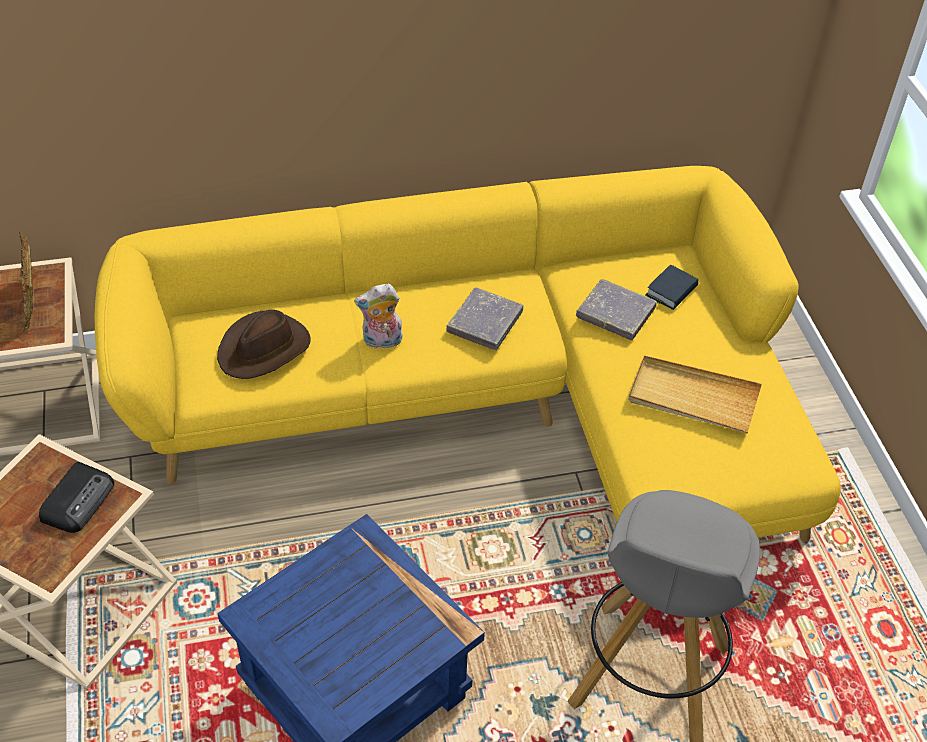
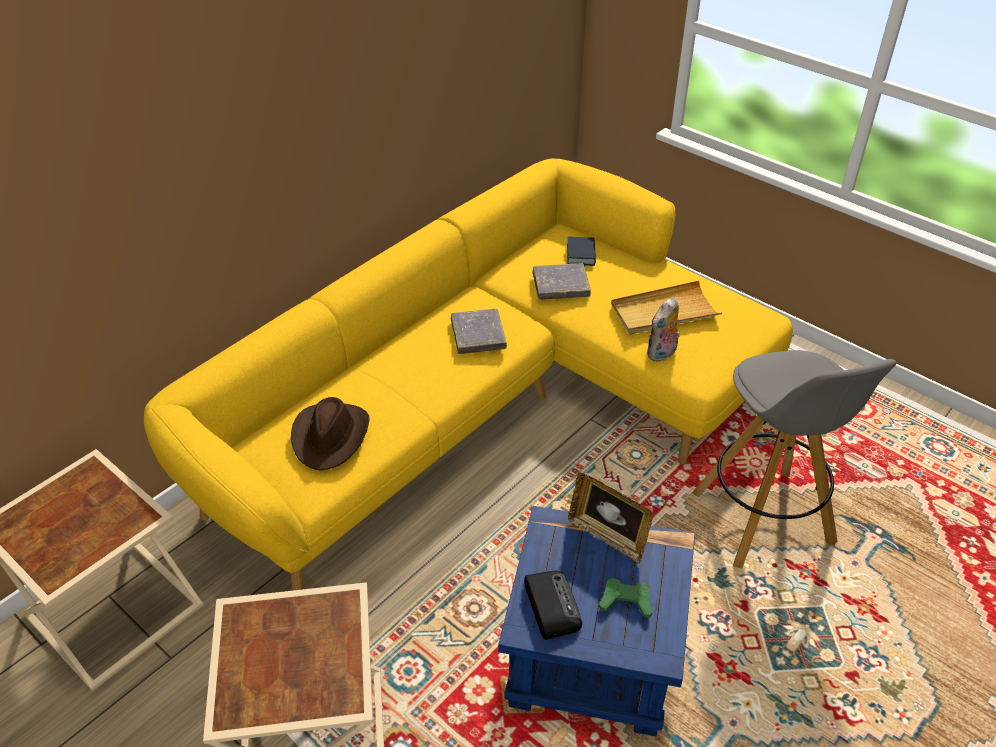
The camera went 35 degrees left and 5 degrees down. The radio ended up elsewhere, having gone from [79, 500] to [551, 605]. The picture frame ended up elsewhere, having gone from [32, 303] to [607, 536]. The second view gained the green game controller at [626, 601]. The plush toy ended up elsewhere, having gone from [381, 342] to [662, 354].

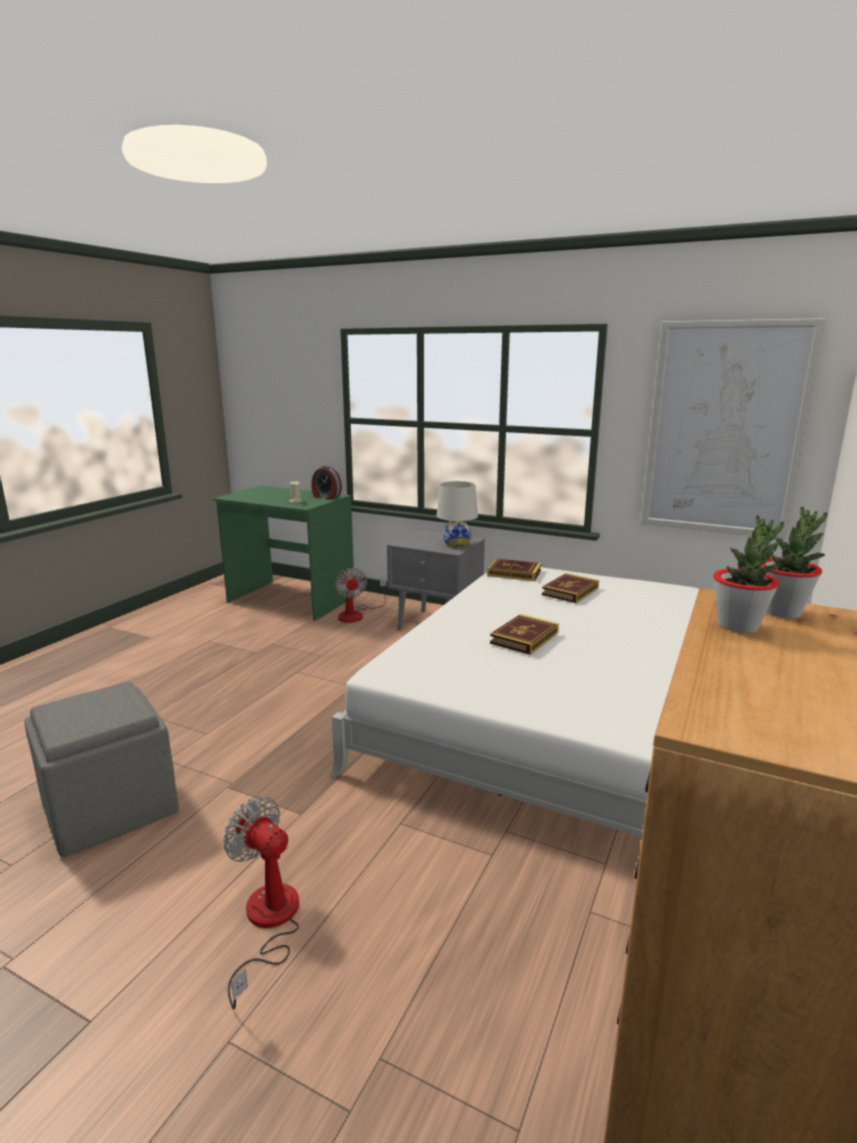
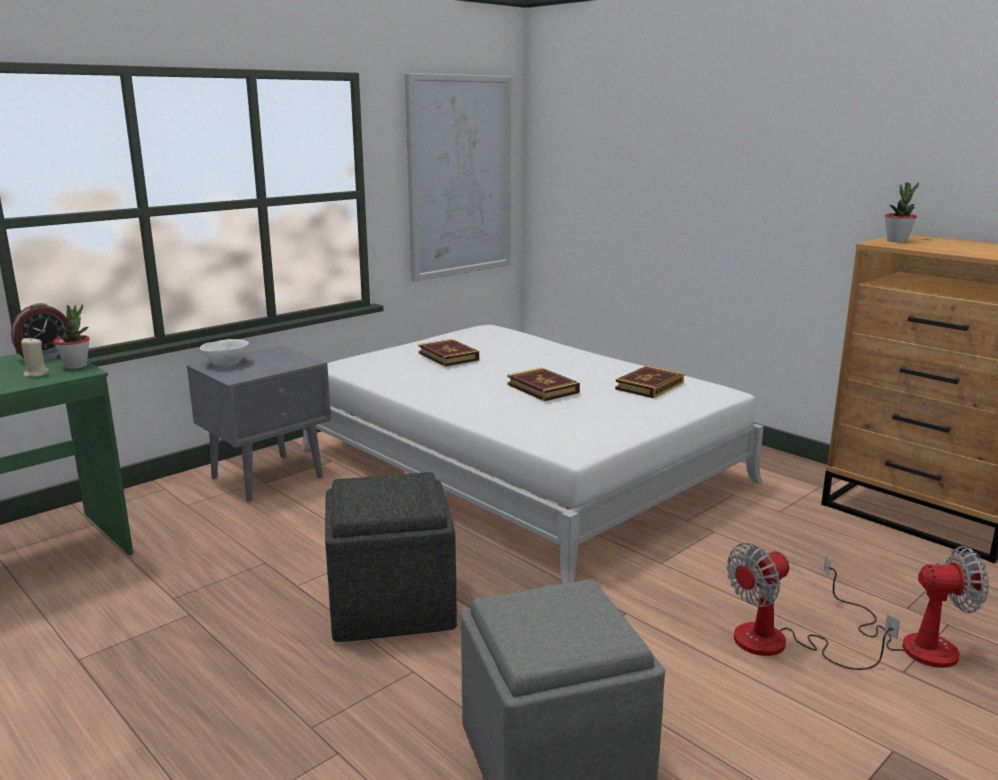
The camera went 70 degrees left and 0 degrees up. The potted plant ended up elsewhere, having gone from [738, 626] to [76, 366]. The second view gained the white bowl at [226, 363]. The second view gained the grey ottoman at [390, 604]. The book ended up elsewhere, having gone from [514, 573] to [649, 386]. The fan ended up elsewhere, having gone from [356, 614] to [910, 642]. The second view lost the white table lamp at [456, 544].

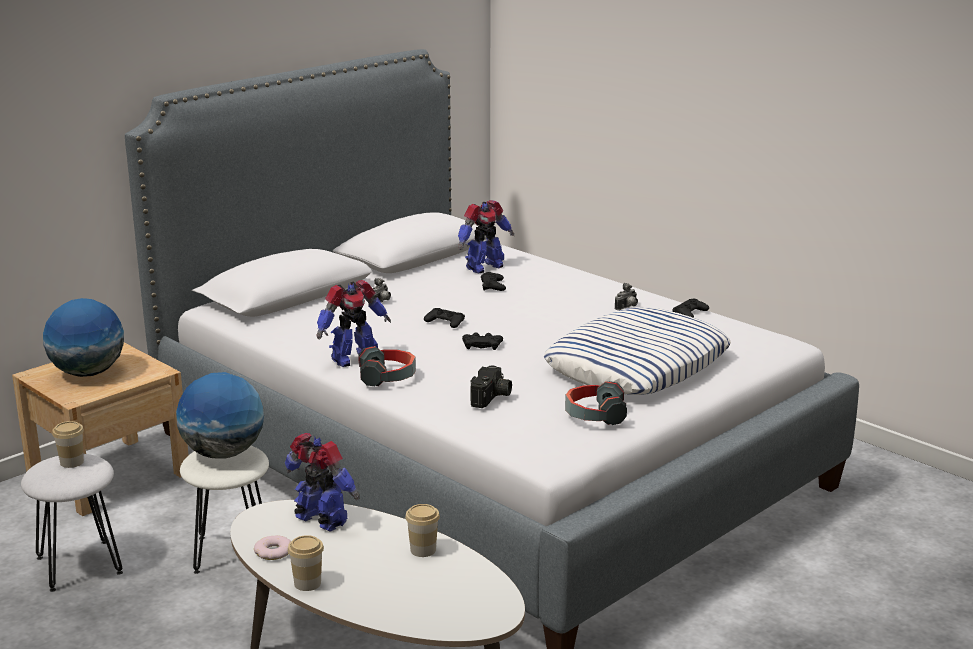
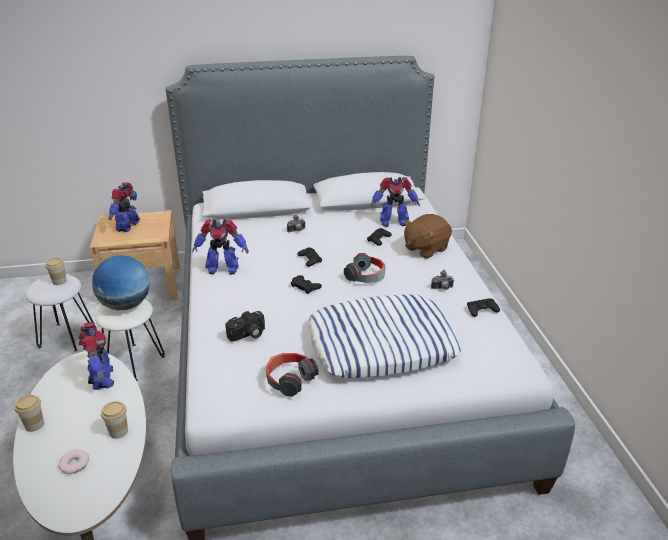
The camera went 35 degrees right and 10 degrees up. The donut ended up elsewhere, having gone from [273, 552] to [74, 464]. Where the globe stood at [88, 373], the toy robot came to stand at [128, 226]. The headphones ended up elsewhere, having gone from [387, 377] to [366, 276]. The second view gained the brown plush toy at [425, 248].

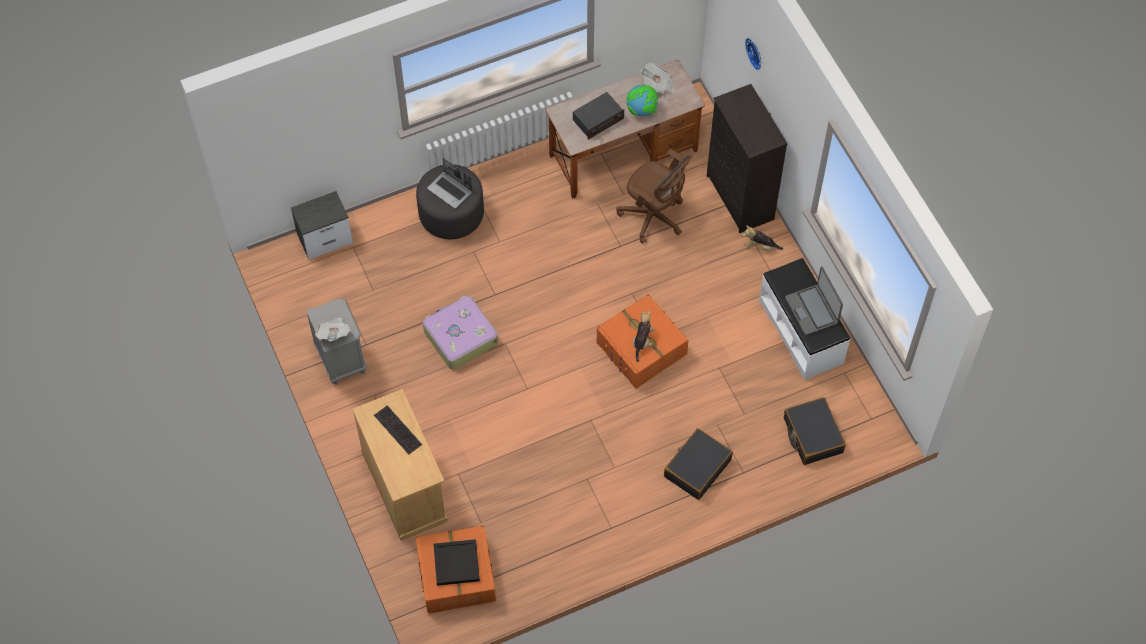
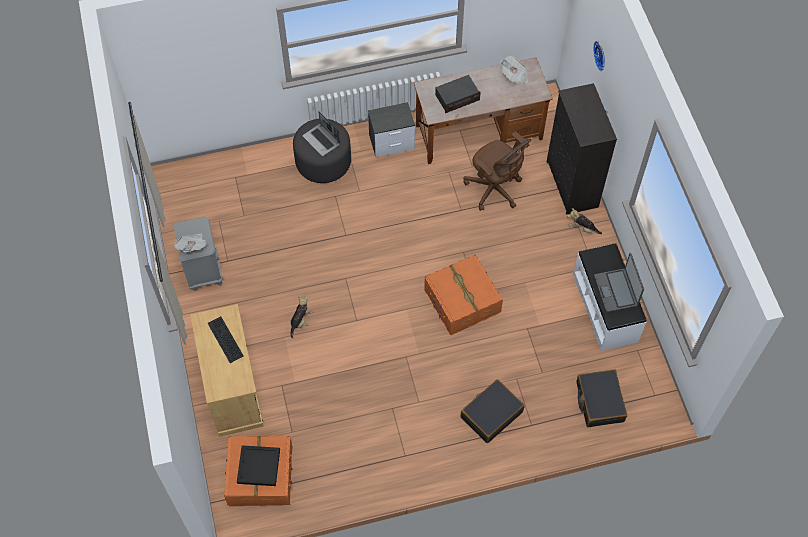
The camera went 10 degrees right and 0 degrees up. The plush toy ended up elsewhere, having gone from [642, 341] to [300, 321]. The nightstand ended up elsewhere, having gone from [326, 238] to [392, 142]. The second view lost the suitcase at [460, 337]. The second view lost the globe at [642, 110].

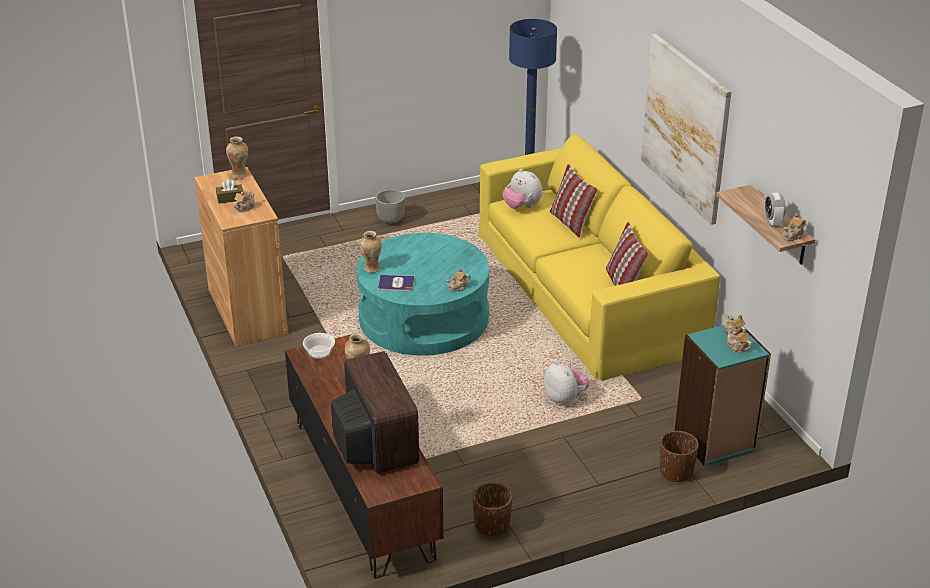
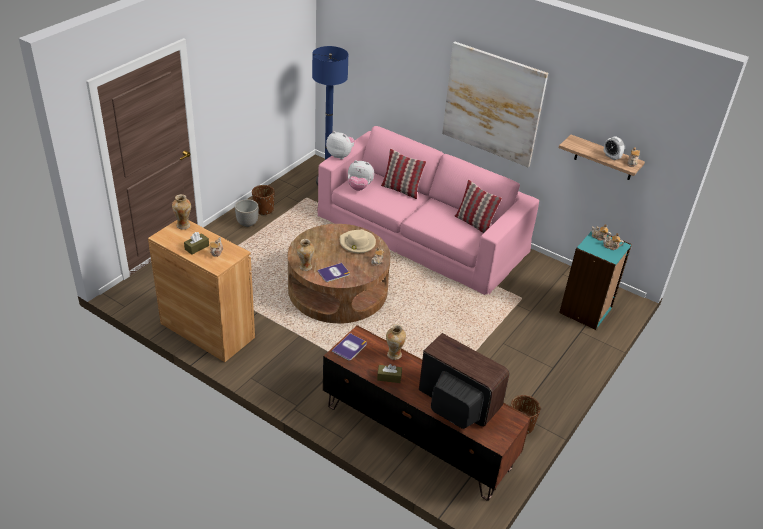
The camera went 35 degrees left and 5 degrees up. The brown planter ended up elsewhere, having gone from [675, 472] to [263, 209]. What was the turquoise coffee table at [424, 317] turned into the brown coffee table at [338, 289]. What was the yellow sofa at [588, 289] turned into the pink sofa at [422, 232]. The plush toy ended up elsewhere, having gone from [564, 398] to [340, 155]. Where the bowl stood at [319, 352], the book came to stand at [349, 347]. The second view gained the beige hat at [357, 243]. The second view gained the brown tissue box at [389, 377].

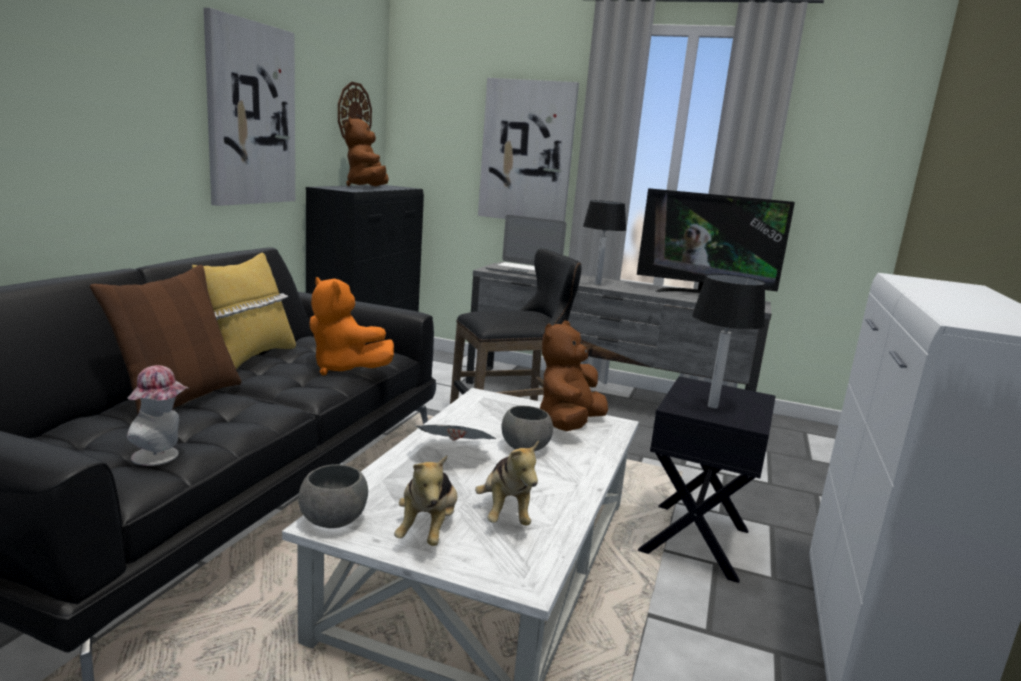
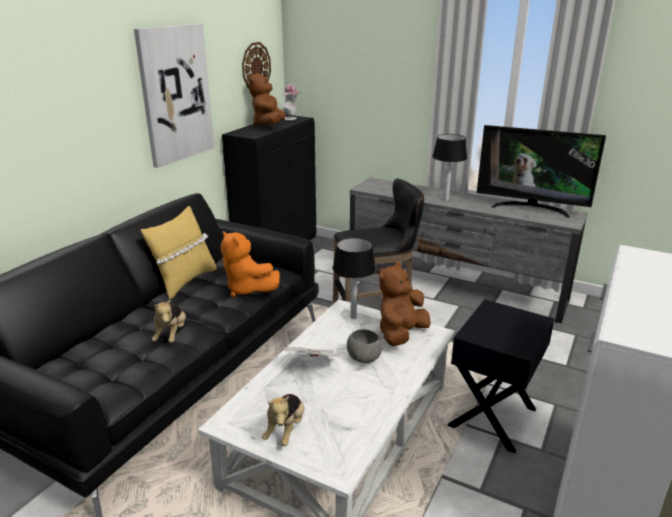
The camera went 10 degrees right and 10 degrees up. The plush toy ended up elsewhere, having gone from [505, 513] to [171, 335]. The hat ended up elsewhere, having gone from [161, 456] to [291, 118]. The table lamp ended up elsewhere, having gone from [712, 406] to [353, 317]. The second view lost the brown pillow at [179, 400]. The second view lost the grey bowl at [334, 521]. The second view lost the picture at [527, 152]. The second view lost the laptop at [524, 271].

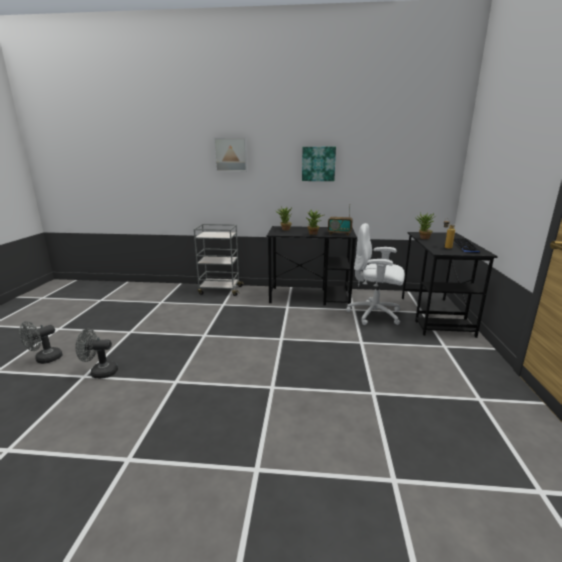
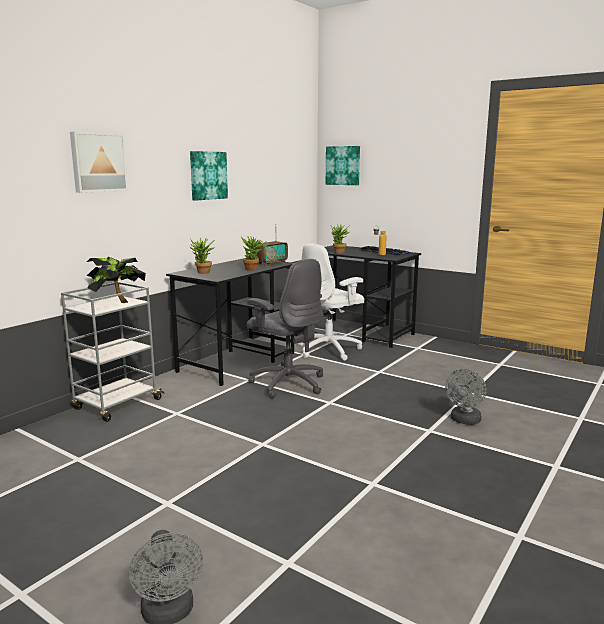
The camera went 60 degrees left and 5 degrees down. The second view gained the potted plant at [117, 302]. The second view gained the grey office chair at [287, 383]. The second view gained the picture at [343, 165]. The grey fan ended up elsewhere, having gone from [100, 372] to [464, 421].

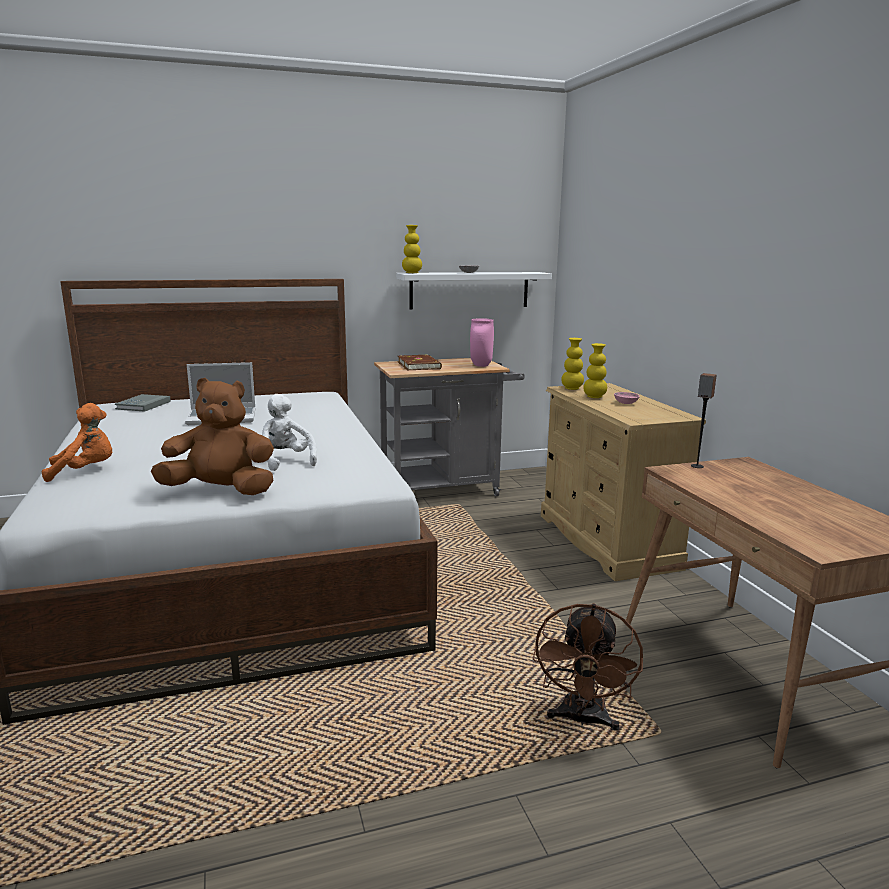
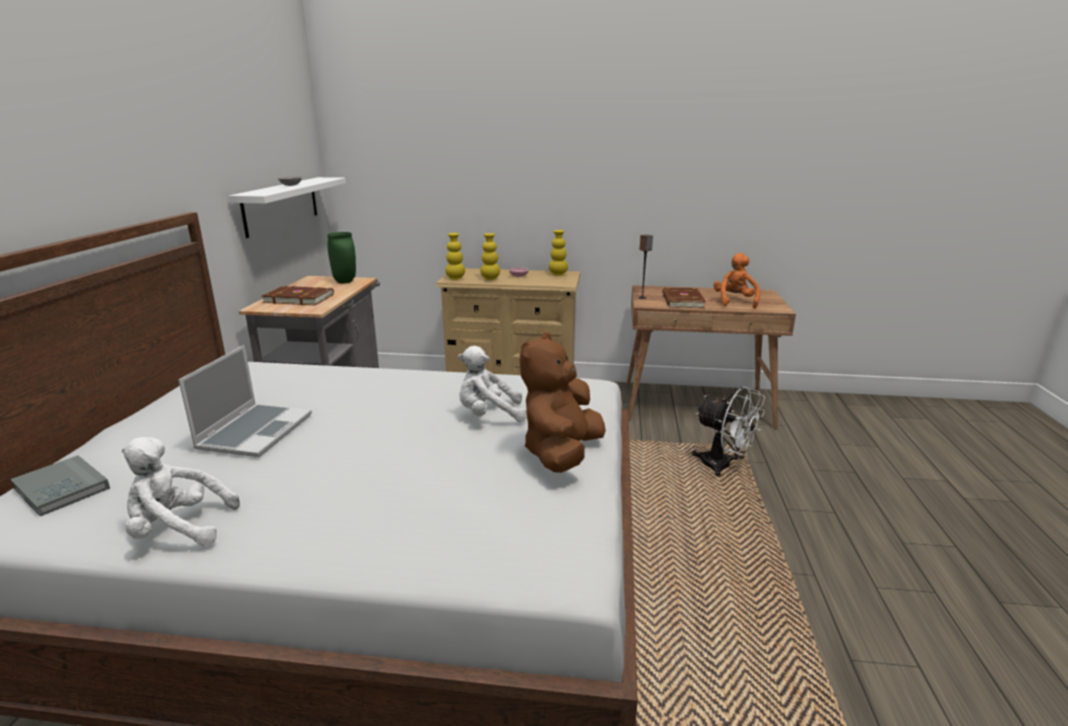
The camera went 65 degrees left and 5 degrees up. The second view gained the white plush toy at [178, 529]. What was the pink vase at [481, 365] turned into the green vase at [345, 282]. The yellow vase ended up elsewhere, having gone from [412, 273] to [558, 274]. The second view gained the brown book at [681, 301]. What was the brown fan at [582, 720] turned into the white fan at [723, 466]. The orange plush toy ended up elsewhere, having gone from [85, 471] to [734, 302].

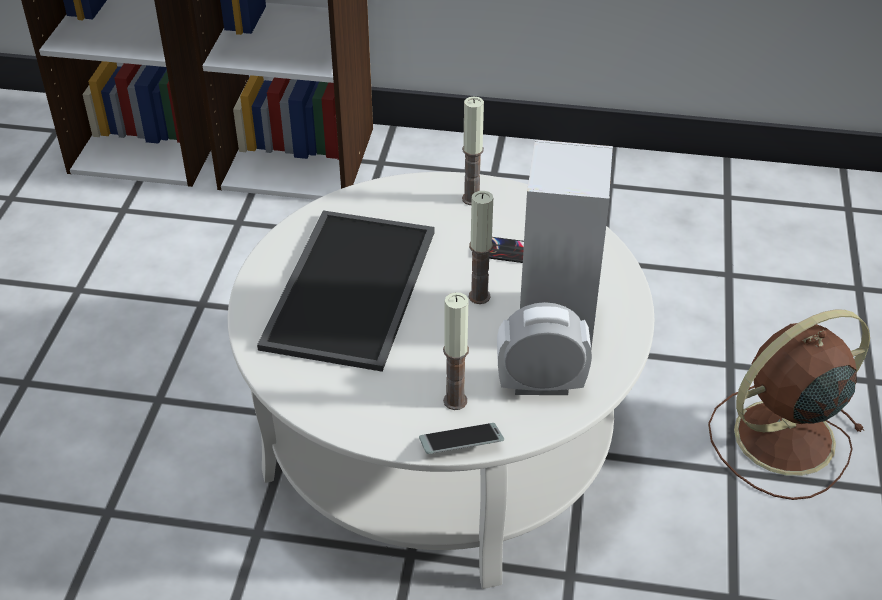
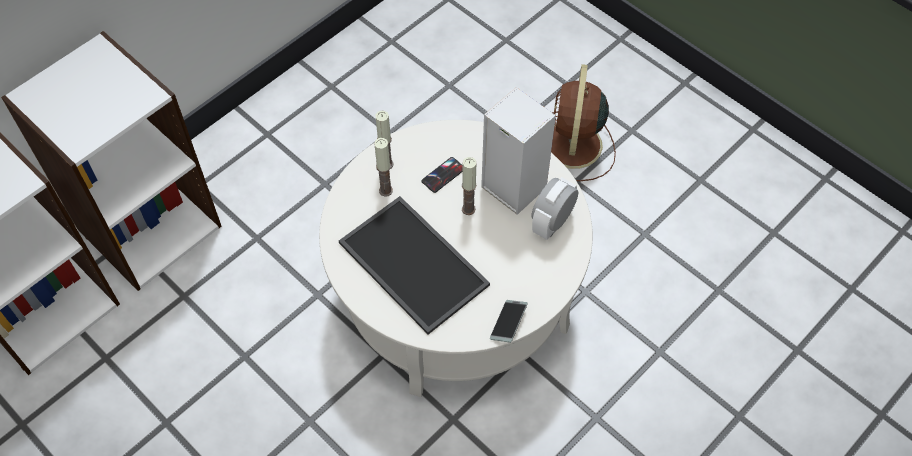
The camera went 55 degrees left and 15 degrees up. The candle ended up elsewhere, having gone from [455, 401] to [386, 190]. The phone ended up elsewhere, having gone from [461, 444] to [508, 323].

